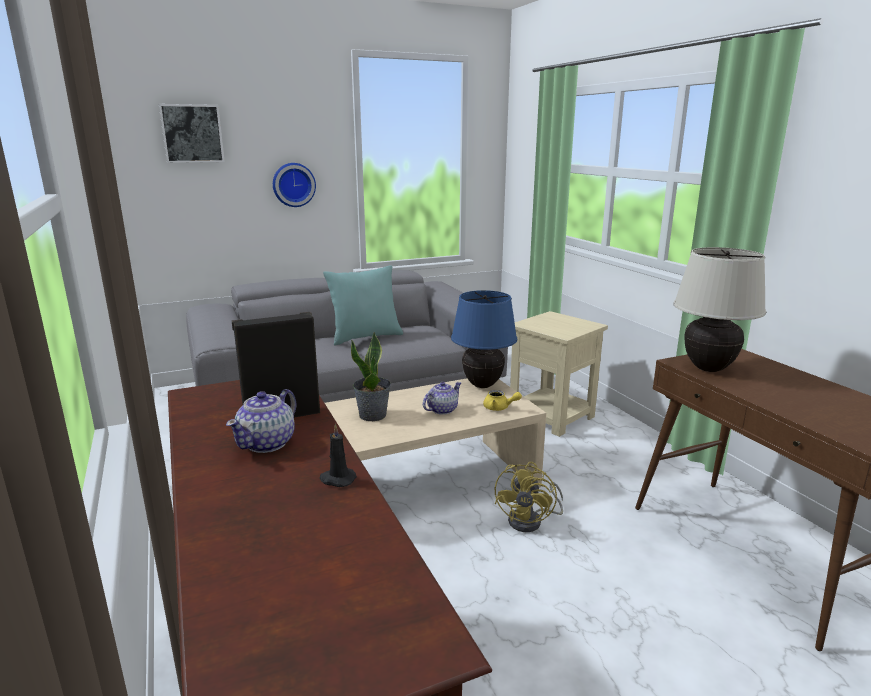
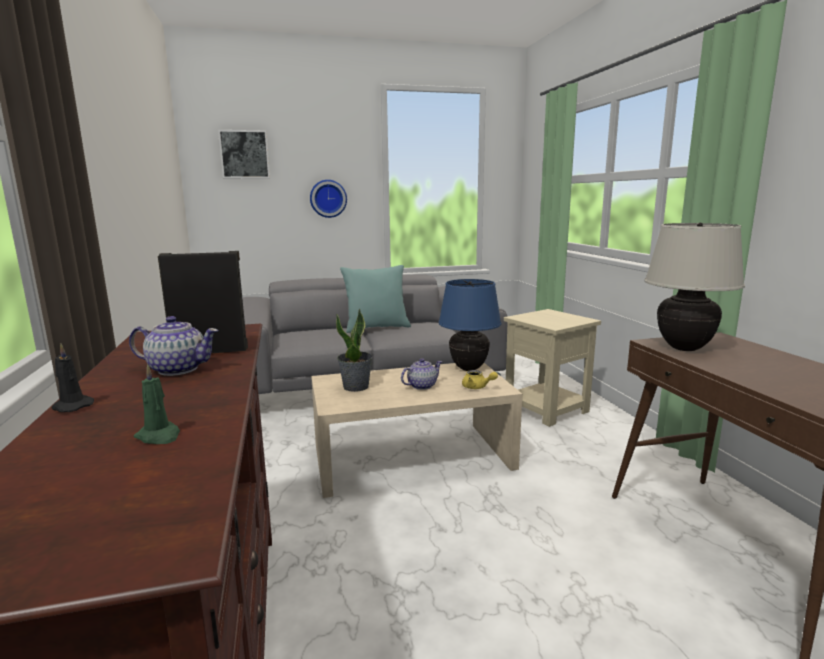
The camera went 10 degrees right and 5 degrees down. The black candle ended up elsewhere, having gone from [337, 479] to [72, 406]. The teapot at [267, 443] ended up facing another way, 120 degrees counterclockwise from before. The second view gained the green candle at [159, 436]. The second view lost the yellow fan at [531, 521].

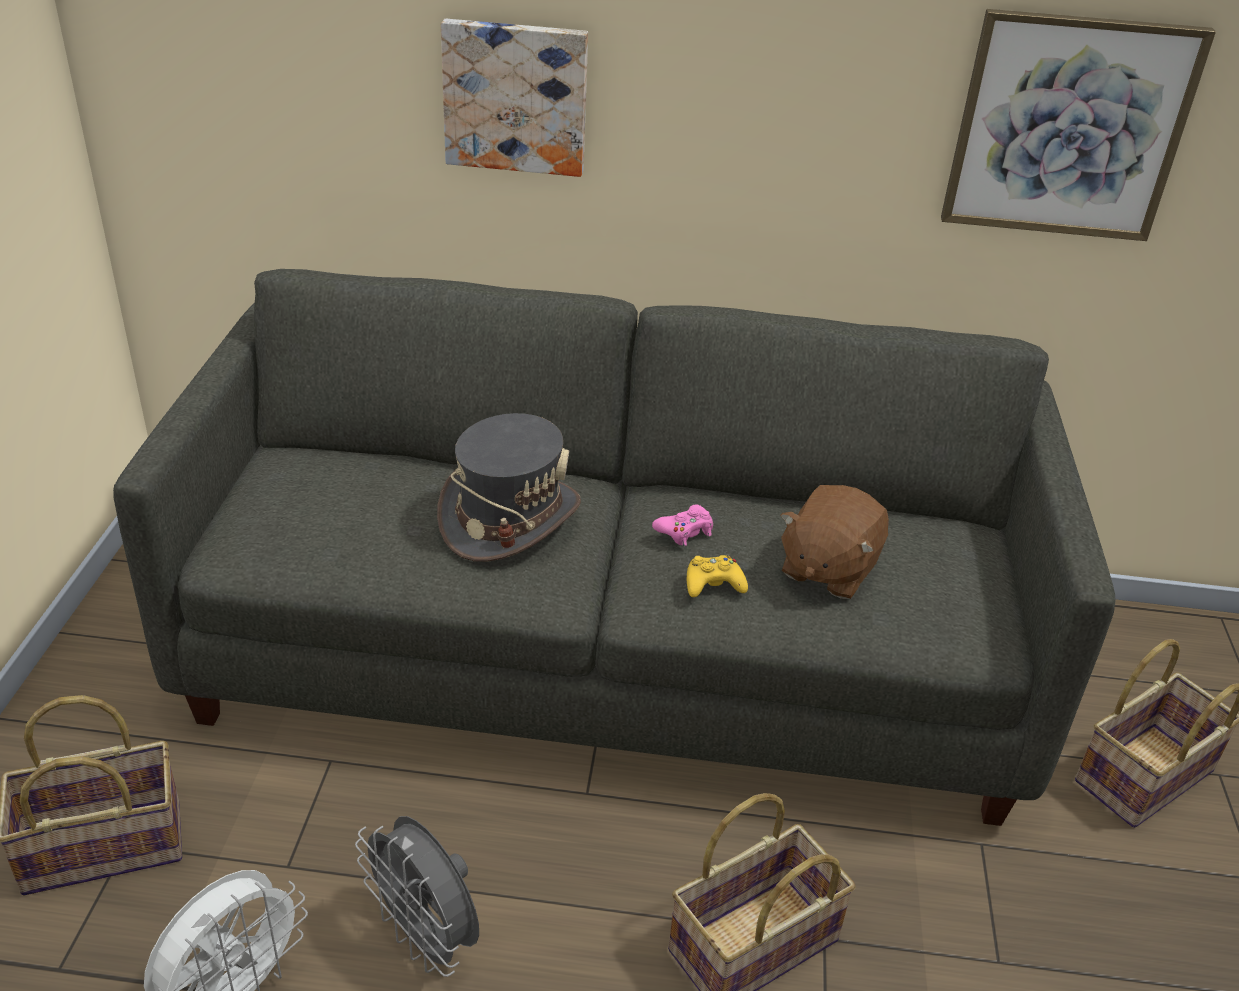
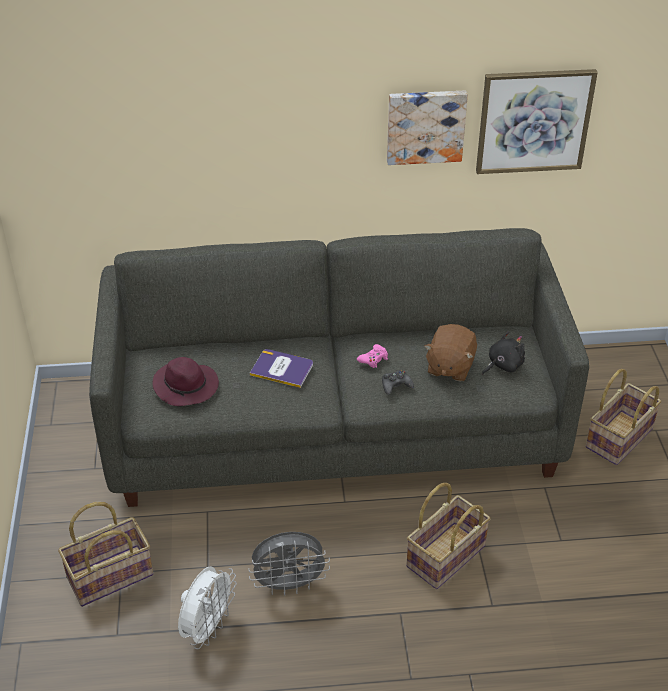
The camera went 10 degrees left and 5 degrees up. The second view gained the purple hat at [187, 386]. The grey fan at [426, 938] ended up facing another way, 45 degrees counterclockwise from before. Where the grey hat stood at [509, 518], the book came to stand at [282, 369]. What was the yellow game controller at [713, 584] turned into the black game controller at [396, 385]. The picture ended up elsewhere, having gone from [516, 96] to [425, 126]. The second view gained the black plush toy at [503, 365].

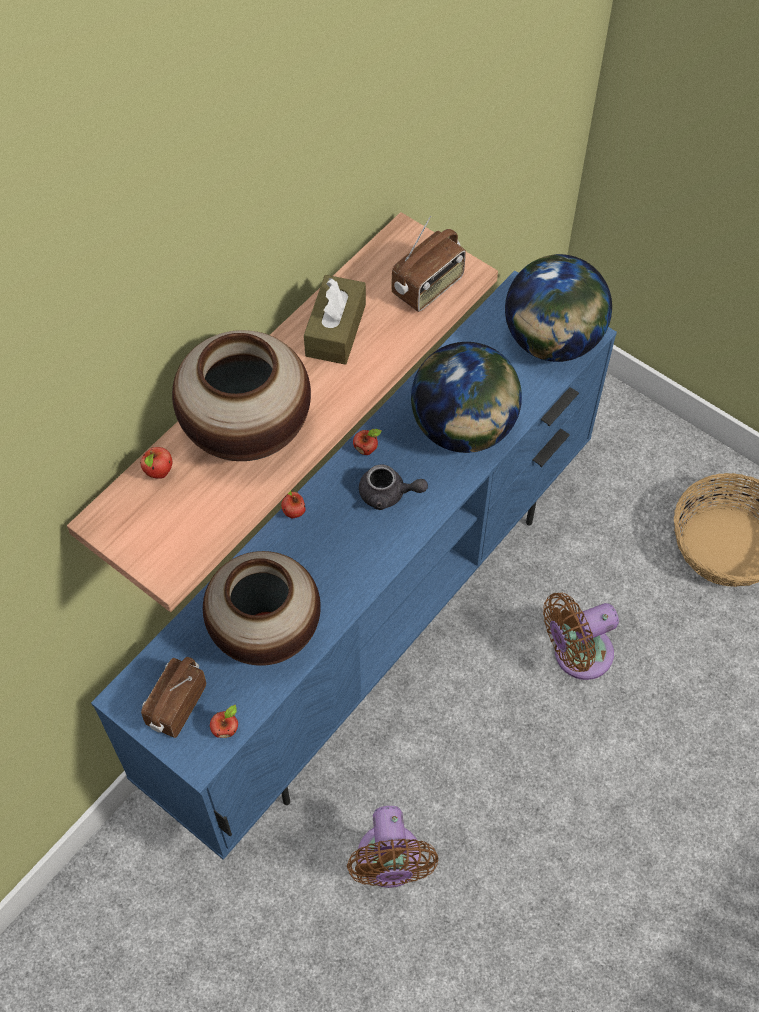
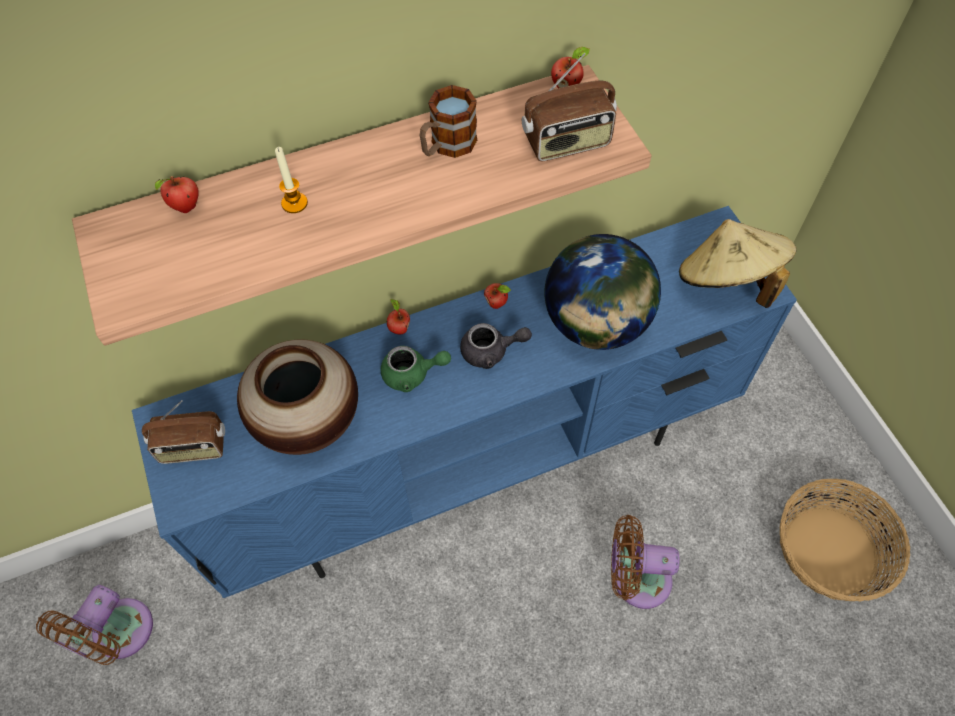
The camera went 30 degrees right and 0 degrees up. The brown fan ended up elsewhere, having gone from [389, 864] to [118, 635]. The radio at [176, 706] ended up facing another way, 150 degrees counterclockwise from before. Where the vase stood at [247, 430], the candle came to stand at [294, 203]. The second view gained the green teapot at [412, 374]. Where the brown tissue box stood at [335, 330], the mug came to stand at [447, 146]. The grey teapot at [388, 494] ended up facing another way, 45 degrees counterclockwise from before. The apple ended up elsewhere, having gone from [226, 729] to [567, 87]. Where the globe stood at [552, 341], the beige hat came to stand at [727, 281].

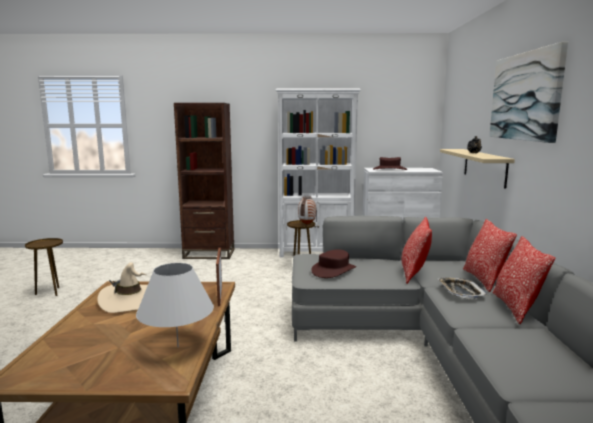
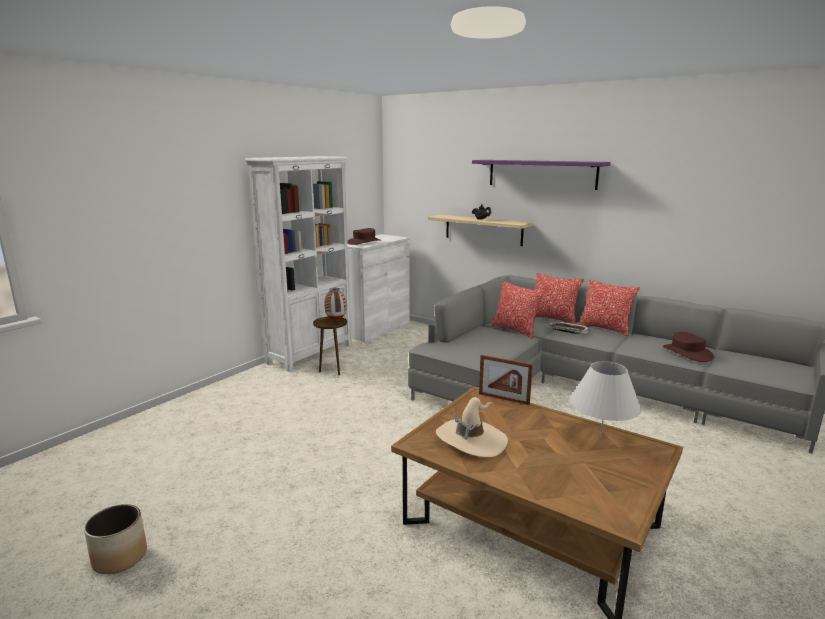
The camera went 55 degrees left and 5 degrees up. Where the brown side table stood at [50, 292], the planter came to stand at [120, 557]. Where the picture hung at [525, 96], the purple shelf came to hang at [541, 174]. The brown hat ended up elsewhere, having gone from [333, 270] to [687, 353]. The second view lost the brown bookcase at [209, 254].

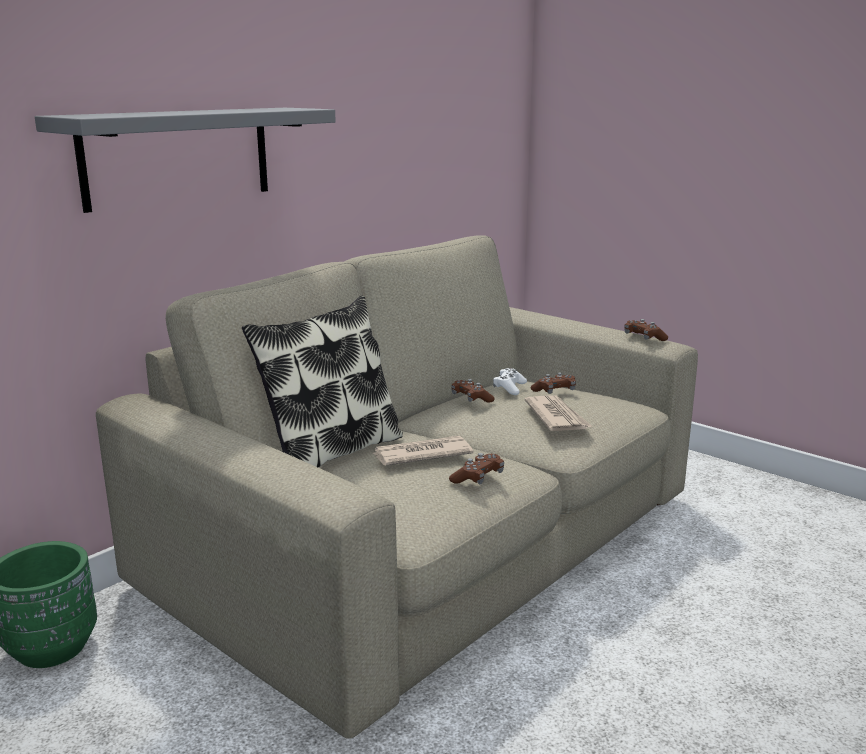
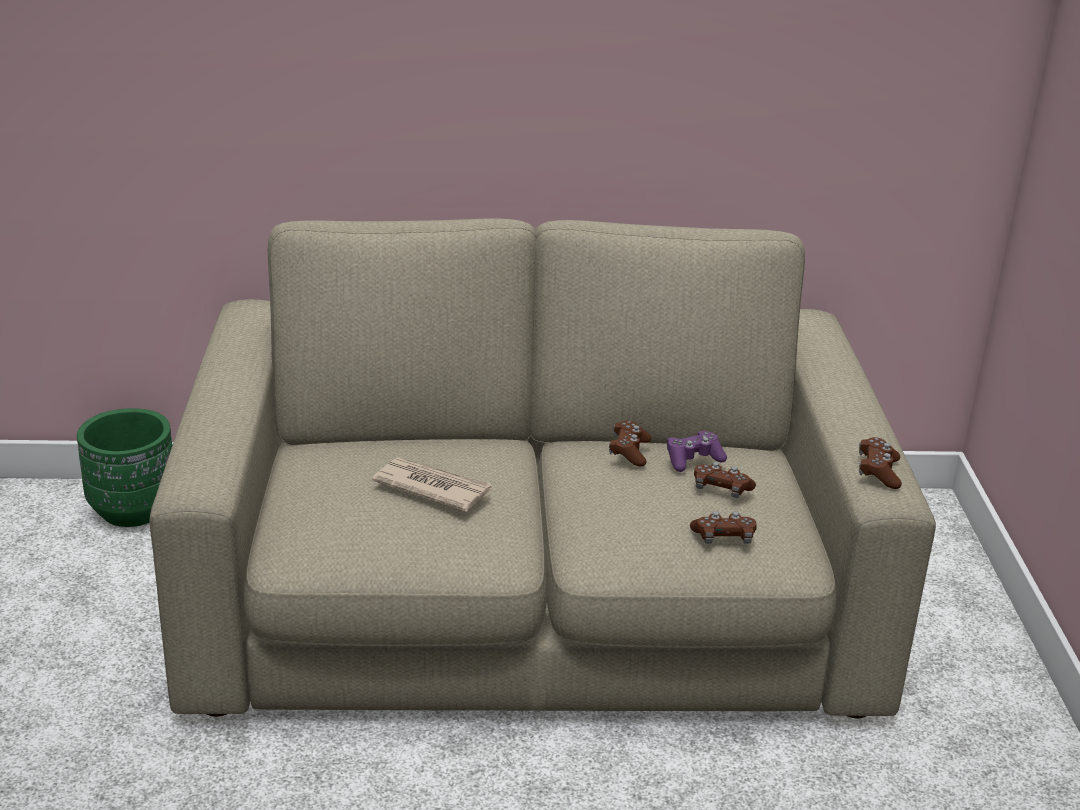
The camera went 45 degrees right and 10 degrees up. What was the white game controller at [509, 388] turned into the purple game controller at [693, 459]. The brown game controller ended up elsewhere, having gone from [478, 478] to [723, 538]. The second view lost the grey shelf at [178, 156]. The second view lost the pillow at [330, 453]. The second view lost the newspaper at [557, 417].

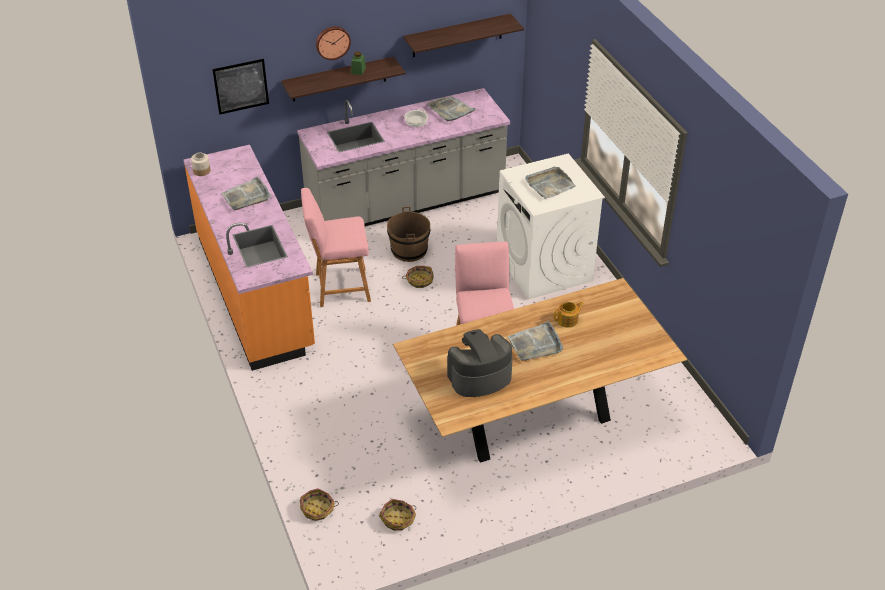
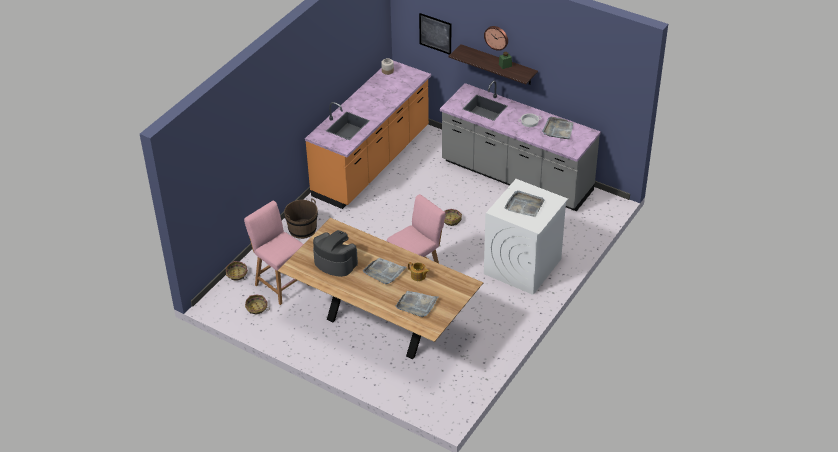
The camera went 55 degrees right and 0 degrees up. The pink stool ended up elsewhere, having gone from [339, 287] to [280, 283]. The brown bucket ended up elsewhere, having gone from [409, 250] to [302, 229]. The grey tray ended up elsewhere, having gone from [246, 196] to [417, 305]. The second view lost the shelf at [457, 35].

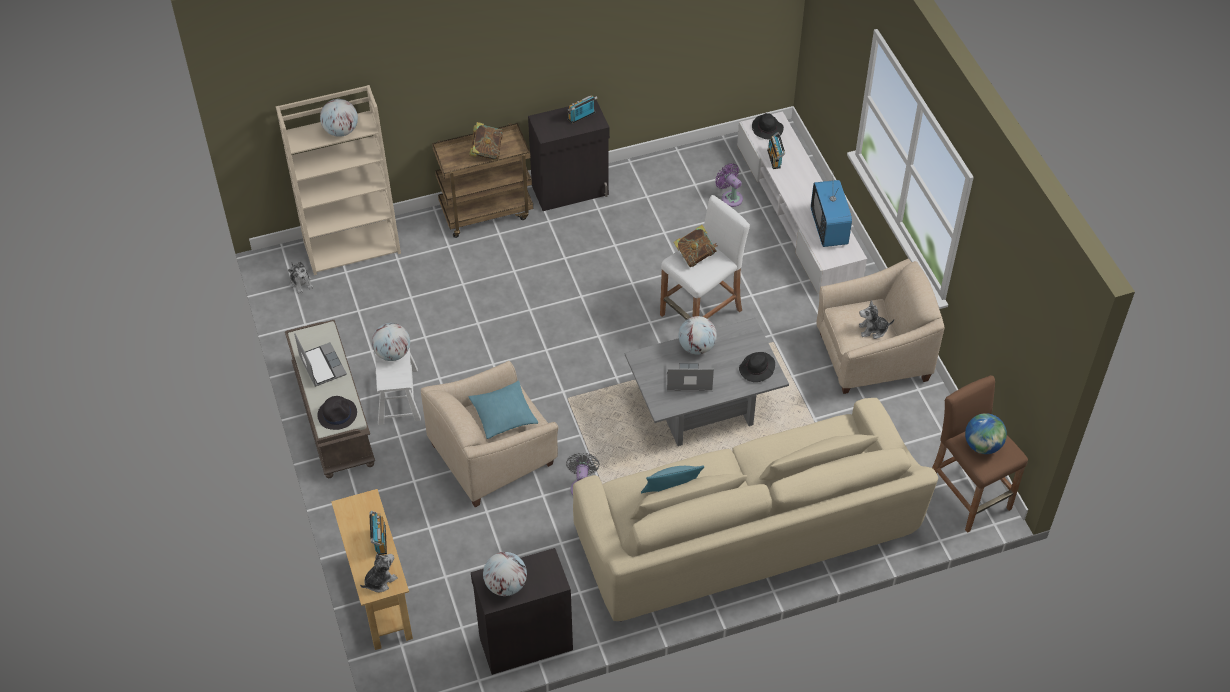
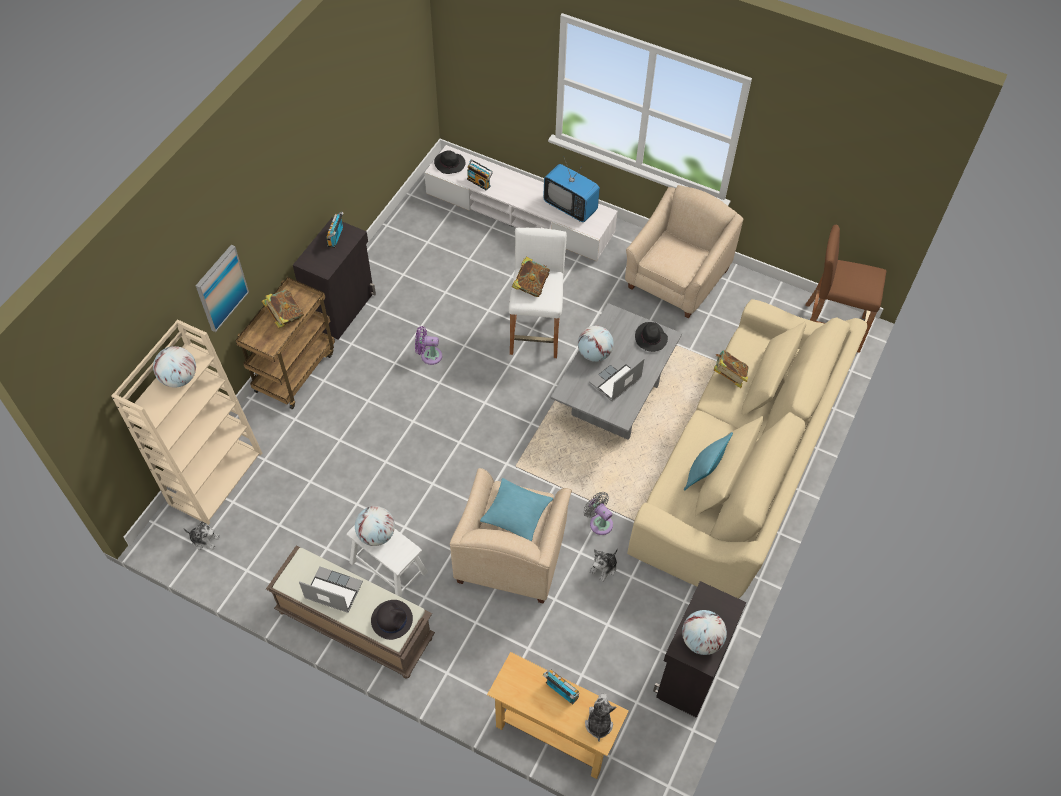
The camera went 45 degrees left and 5 degrees up. The second view gained the picture at [221, 288]. The purple fan ended up elsewhere, having gone from [730, 197] to [429, 355]. The plush toy ended up elsewhere, having gone from [873, 330] to [604, 568]. The second view gained the book at [729, 376]. The second view lost the globe at [982, 445].

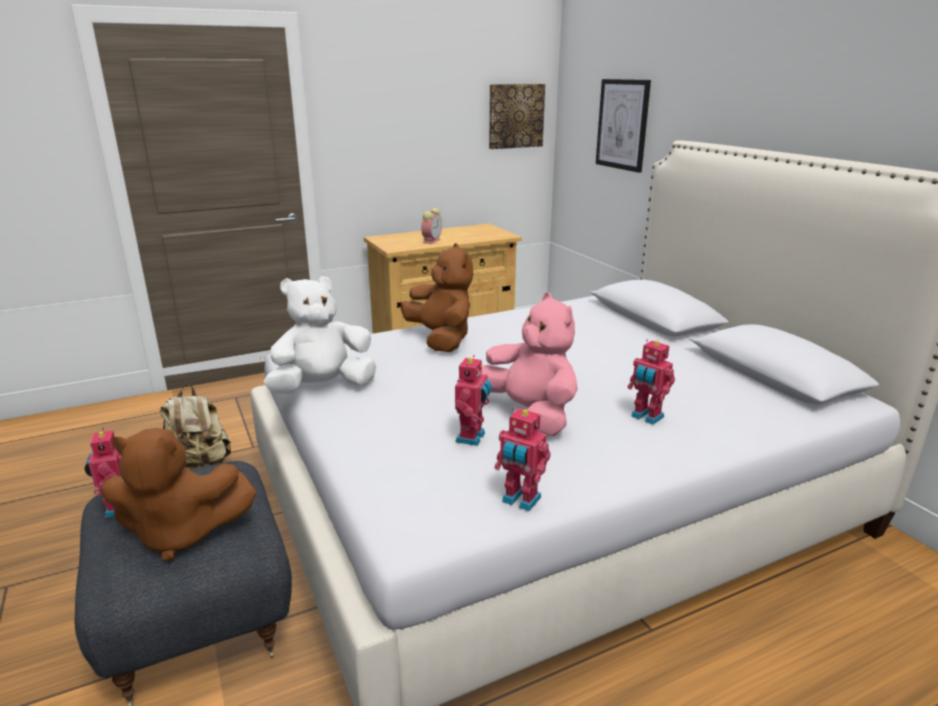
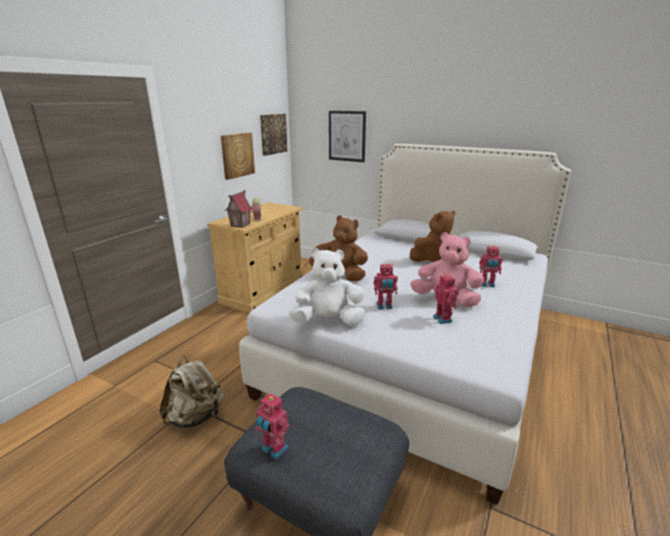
The camera went 35 degrees left and 0 degrees up. The second view gained the picture at [237, 155]. The second view gained the toy house at [240, 225]. The white plush toy at [323, 388] ended up facing another way, 60 degrees clockwise from before. The toy robot ended up elsewhere, having gone from [520, 500] to [384, 306]. The brown plush toy ended up elsewhere, having gone from [181, 534] to [431, 259].

